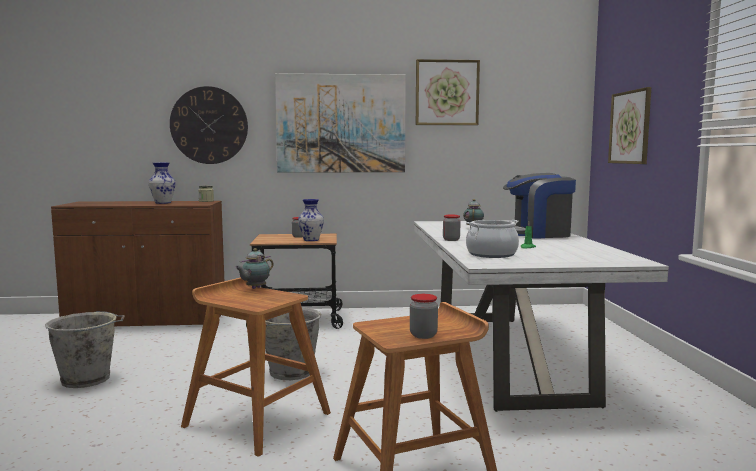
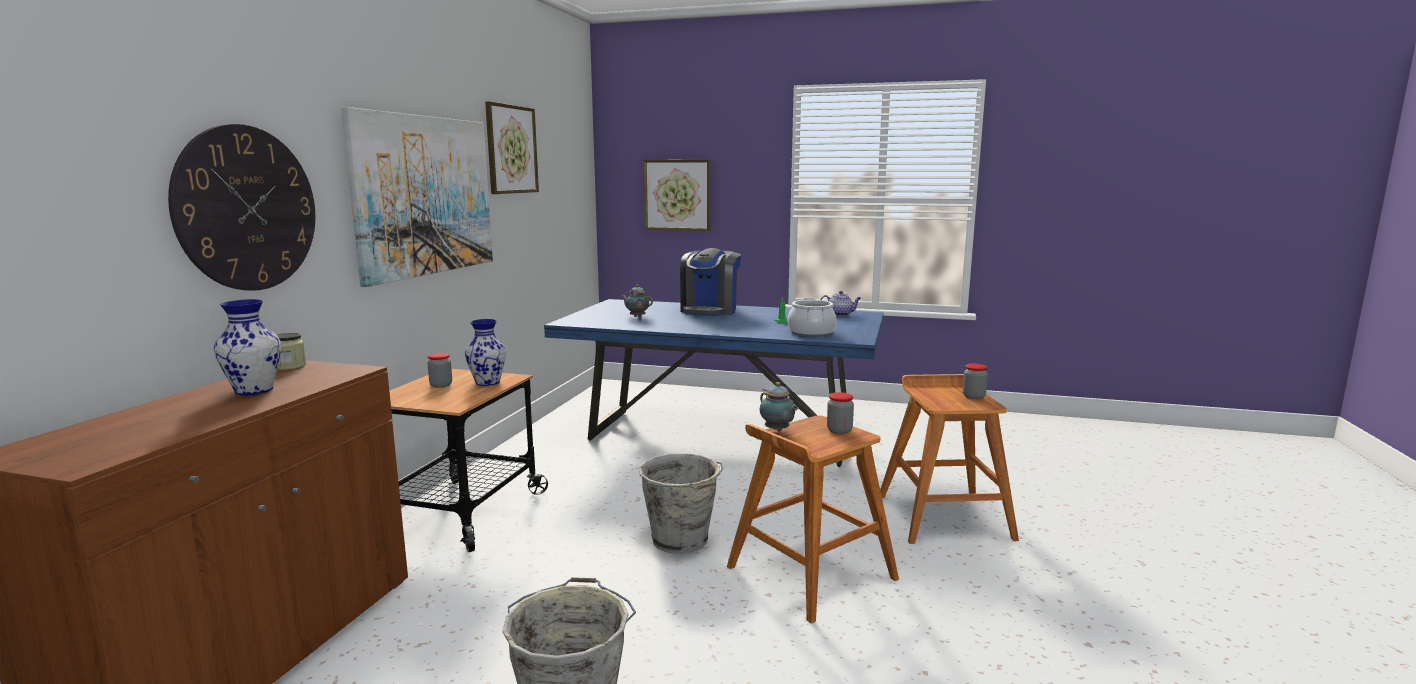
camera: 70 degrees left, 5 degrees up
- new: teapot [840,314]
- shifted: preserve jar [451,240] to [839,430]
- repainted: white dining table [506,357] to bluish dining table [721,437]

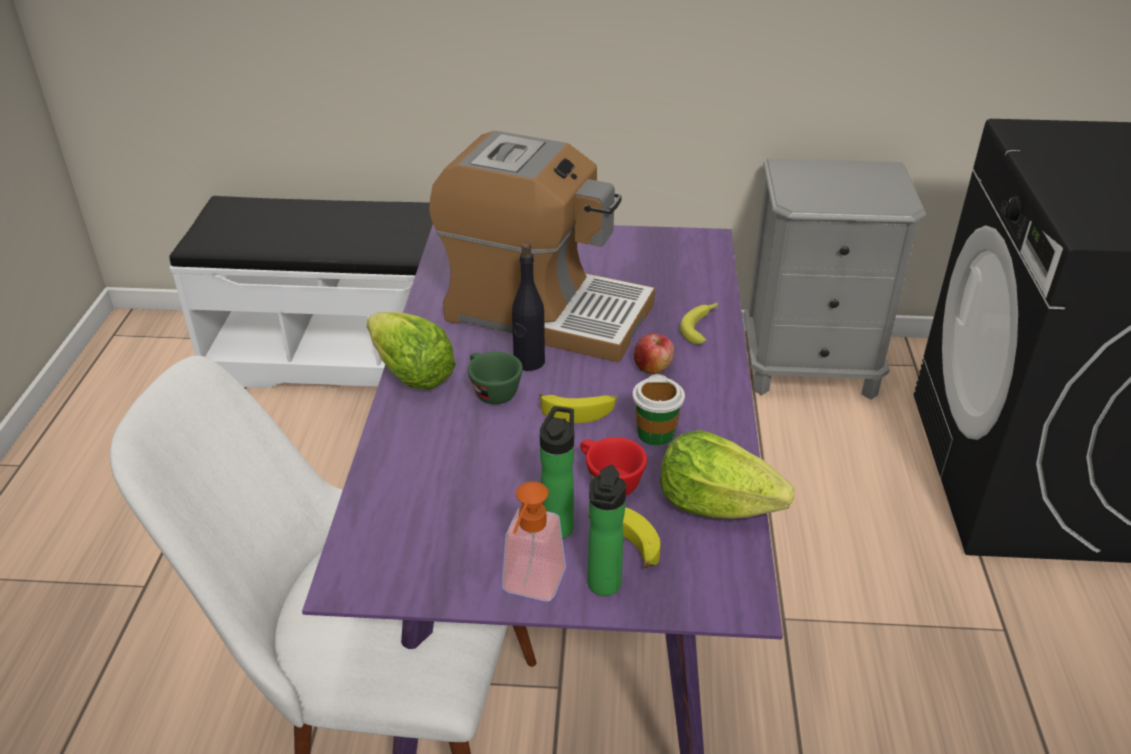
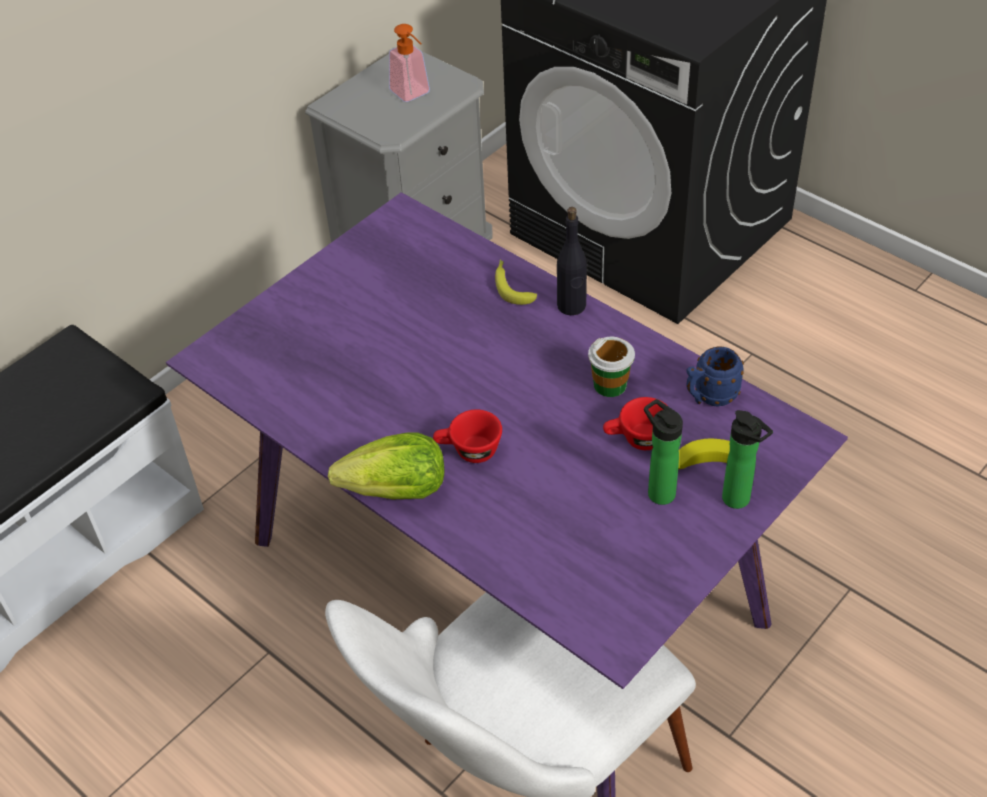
camera: 50 degrees left, 10 degrees up
- gone: coffee maker [545,312]
- gone: banana [579,411]
- gone: apple fruit [653,367]
- shifted: liquid soap bottle [530,588] to [413,95]
- shifted: black-coloured beverage bottle [529,362] to [571,306]
- swapped: lettuce head [715,504] to bluish mug [709,397]
- repainted: greenish cup [491,391] to reddish cup [469,451]

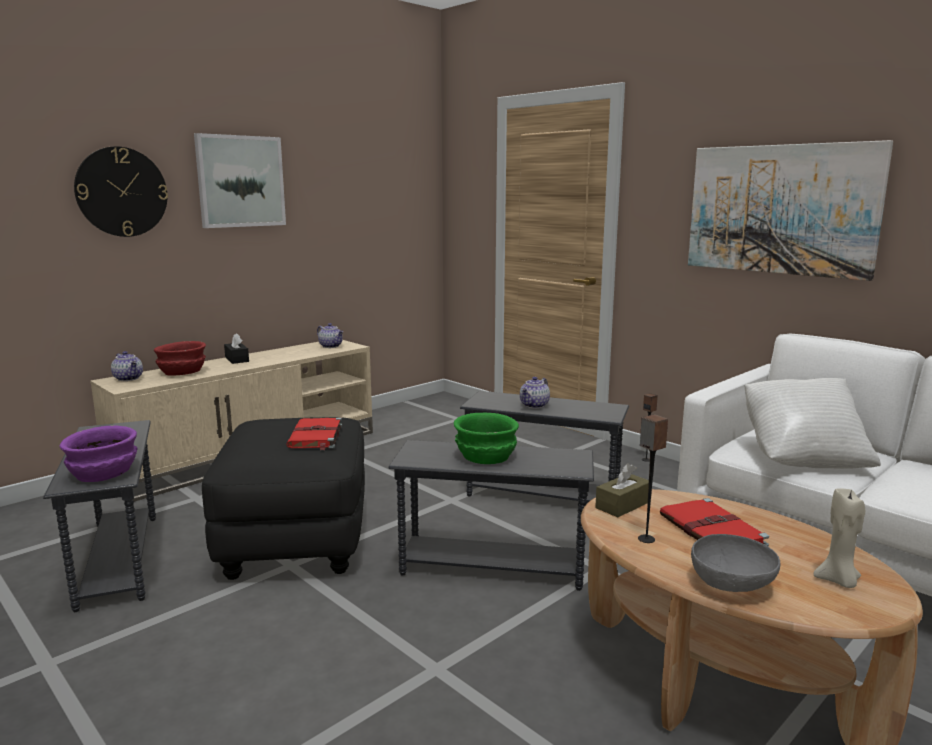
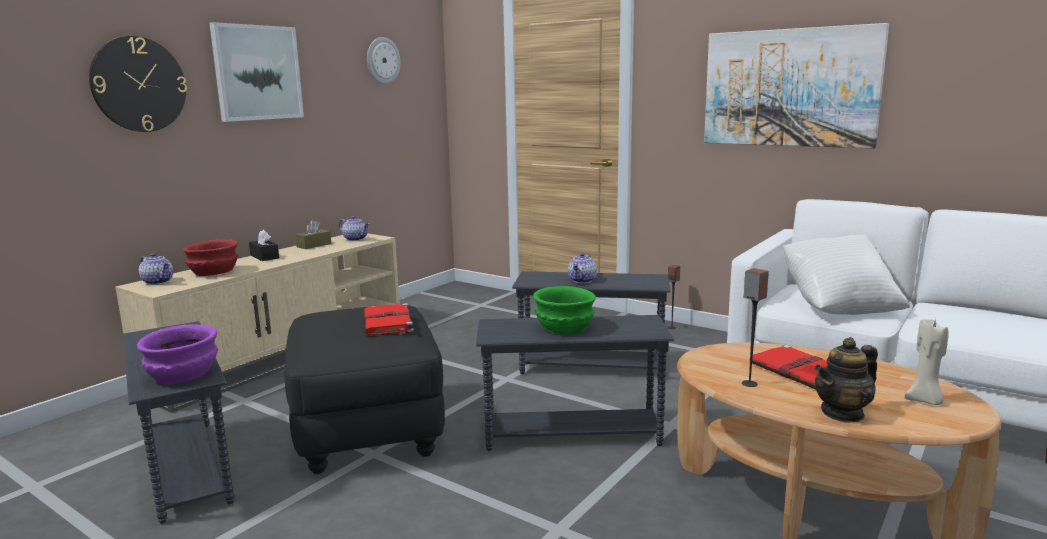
camera: 10 degrees left, 0 degrees up
- new: hanging clock [382,60]
- shifted: brown-coloured tissue box [622,505] to [314,245]
- swapped: gray bowl [732,585] to teapot [843,413]

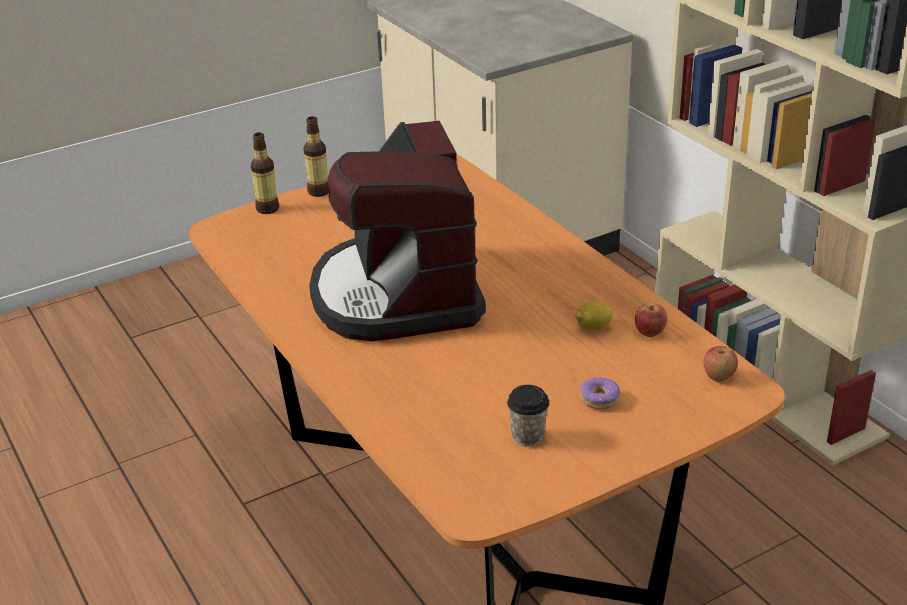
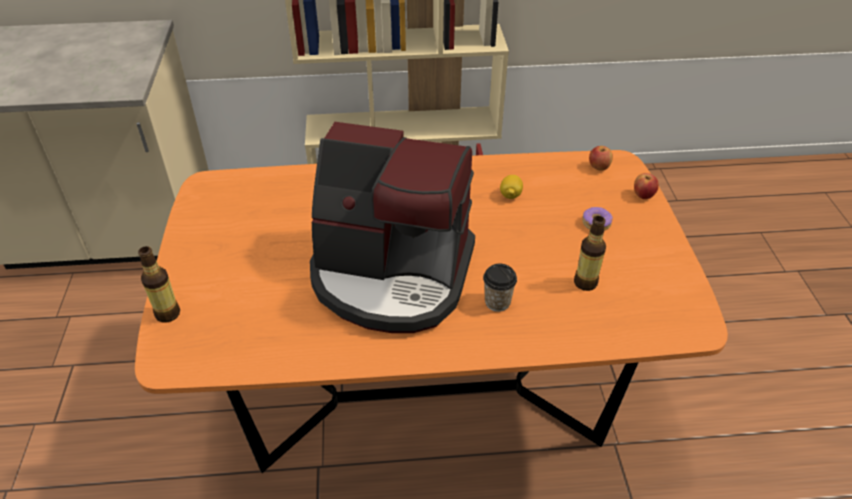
camera: 65 degrees left, 10 degrees up
- shifted: beverage bottle [319,192] to [585,283]
- shifted: cup [528,436] to [497,302]
- shifted: apple fruit [650,333] to [643,195]

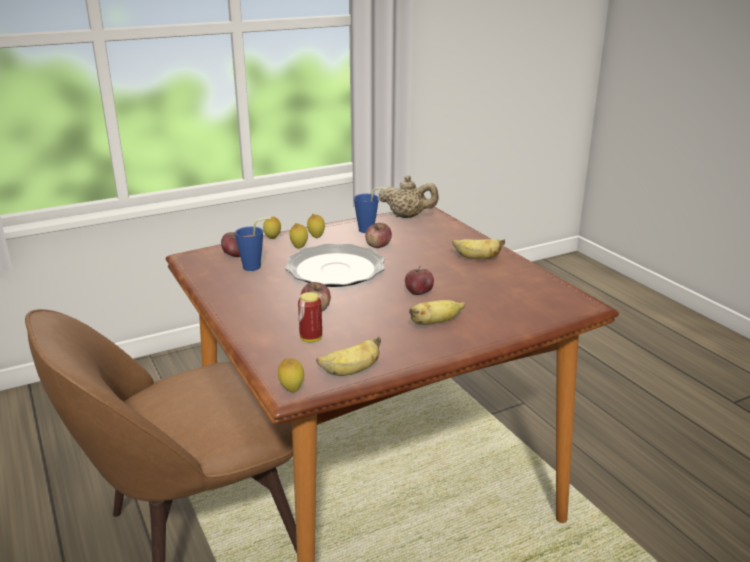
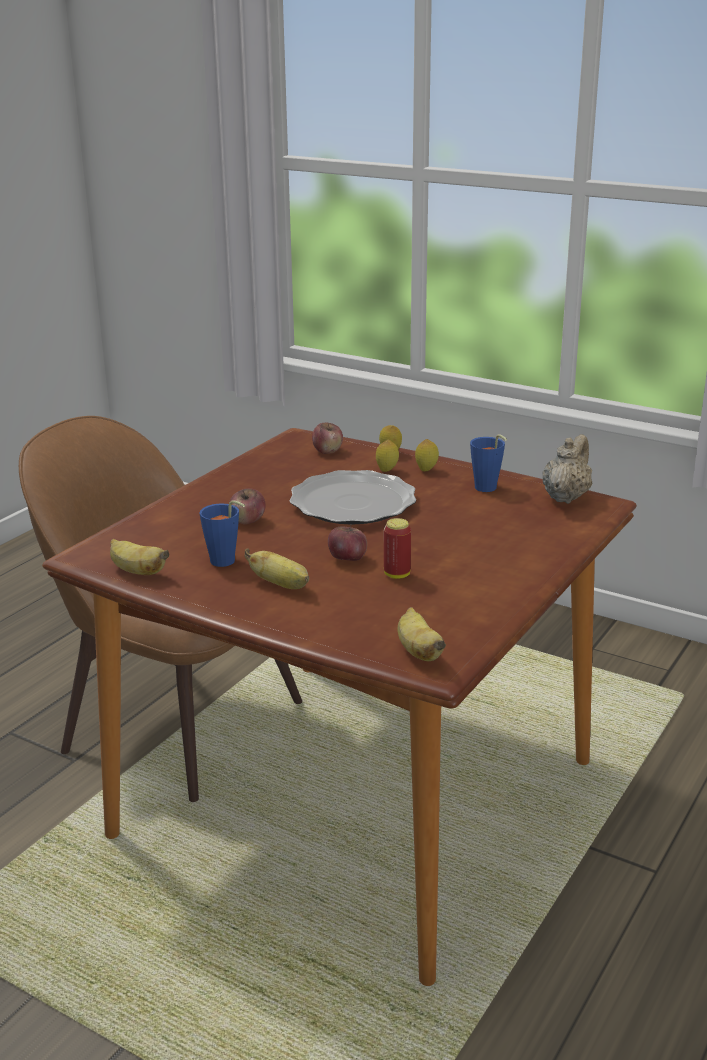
camera: 60 degrees right, 0 degrees up
- gone: whole lemon [291,389]
- gone: apple fruit [378,246]
- shifted: bluish cup [256,267] to [226,563]
- shifted: sealed can [311,339] to [397,575]
- shifted: banana [476,258] to [418,651]
- rotated: beige-coloured teapot [407,216] = [566,497] 135 degrees counterclockwise

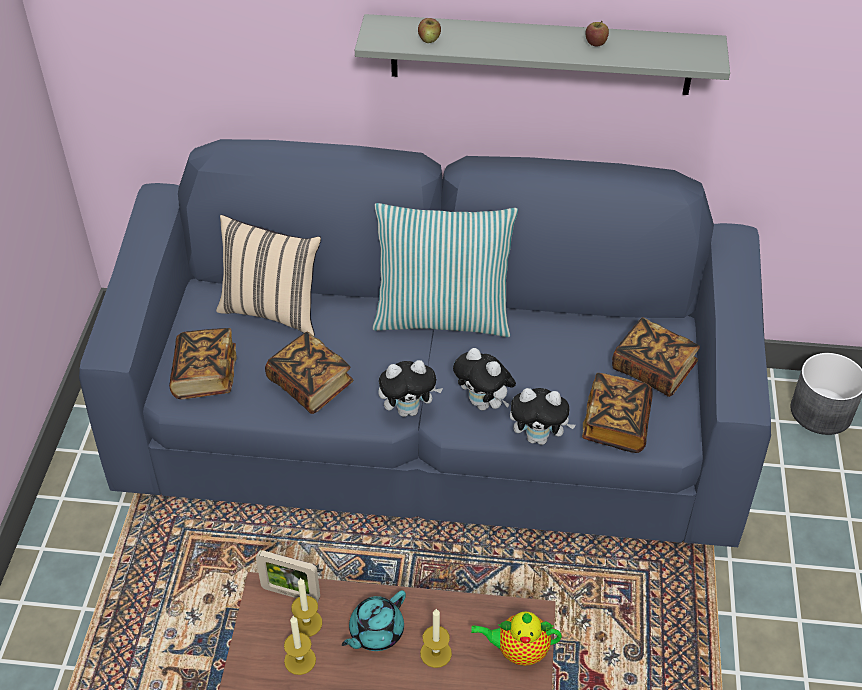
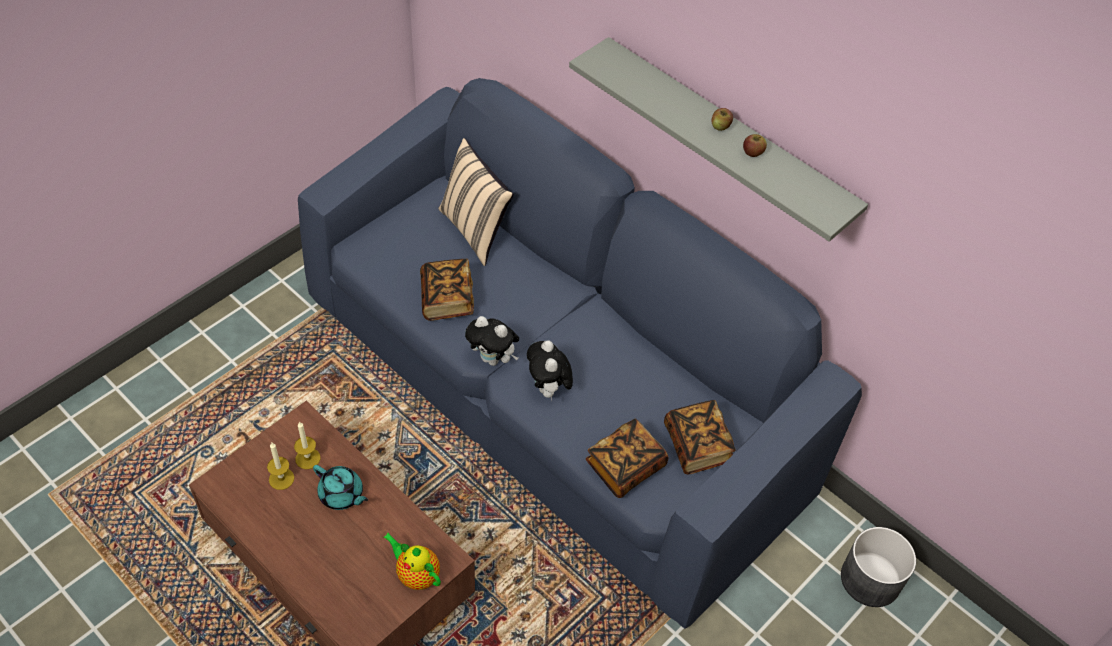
camera: 35 degrees right, 5 degrees up
- gone: book [205,375]
- gone: picture frame [290,593]
- gone: pillow [442,317]
- gone: wax candle [436,653]
- gone: plush toy [539,437]
- shifted: apple fruit [429,39] to [720,126]
- rotated: blue-green teapot [375,632] = [342,495] 135 degrees counterclockwise

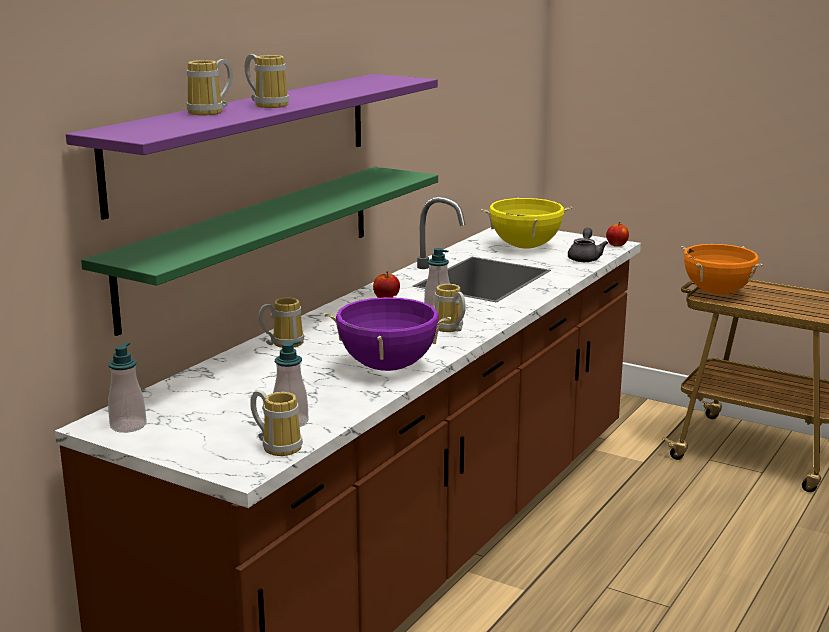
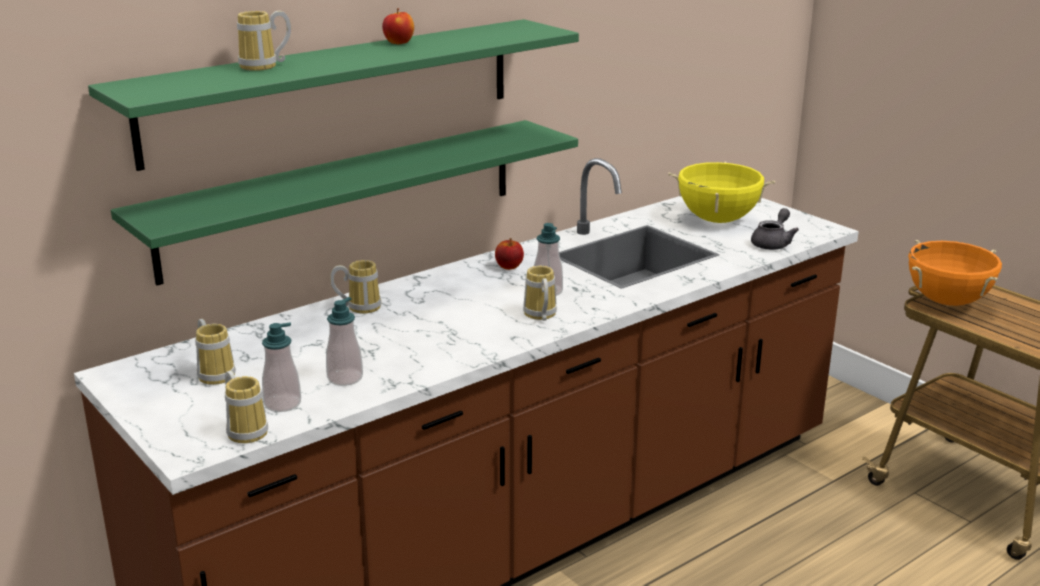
camera: 20 degrees right, 5 degrees up
- gone: purple saucepot [387,367]
- shifted: liquid soap bottle [128,426] to [345,378]
- shifted: mug [269,105] to [216,374]
- shifted: apple fruit [616,245] to [399,43]
- repainted: purple shelf [246,138] to greenish shelf [335,89]

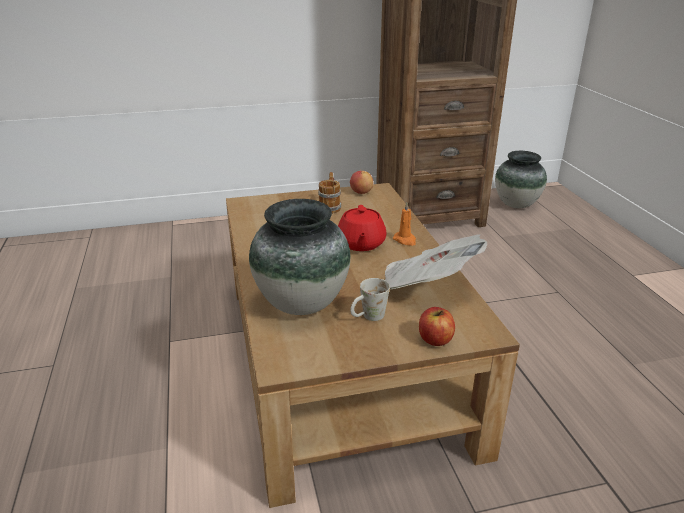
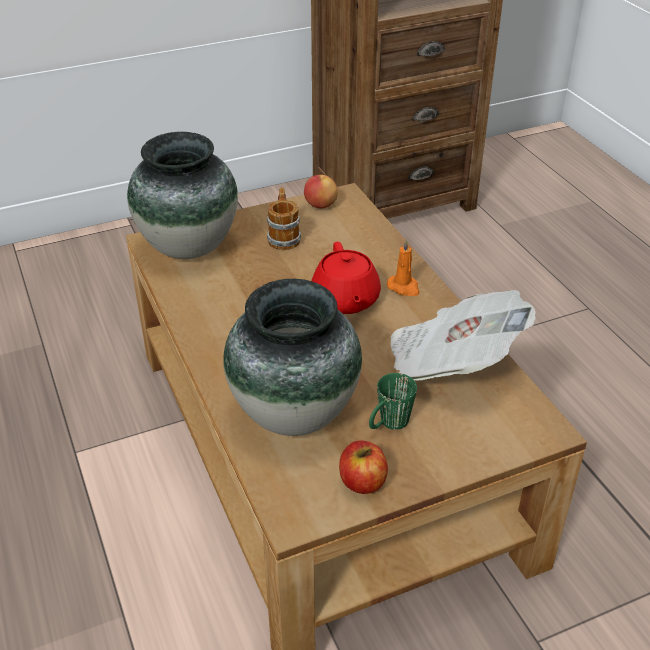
camera: 10 degrees left, 10 degrees up
- shifted: apple fruit [435,339] to [362,482]
- shifted: vase [516,204] to [189,246]
- repainted: white mug [368,317] to greenish mug [388,425]

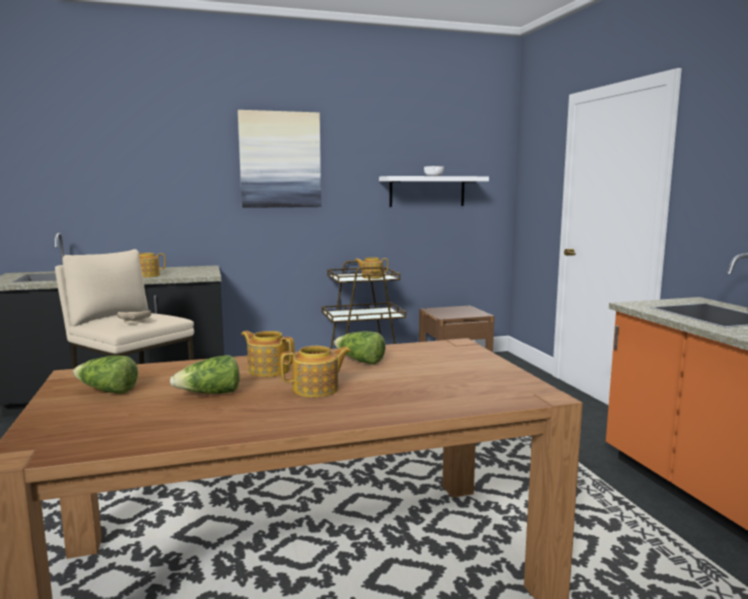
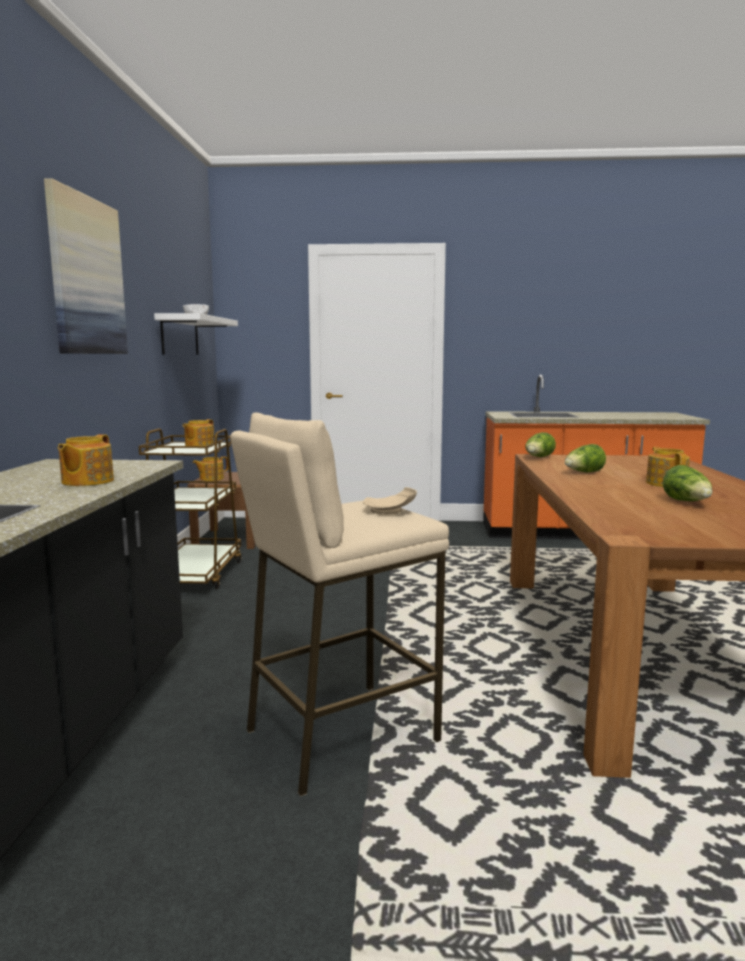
camera: 70 degrees left, 0 degrees up
- shifted: lettuce head [107,391] to [538,458]
- shifted: teapot [268,370] to [211,478]

